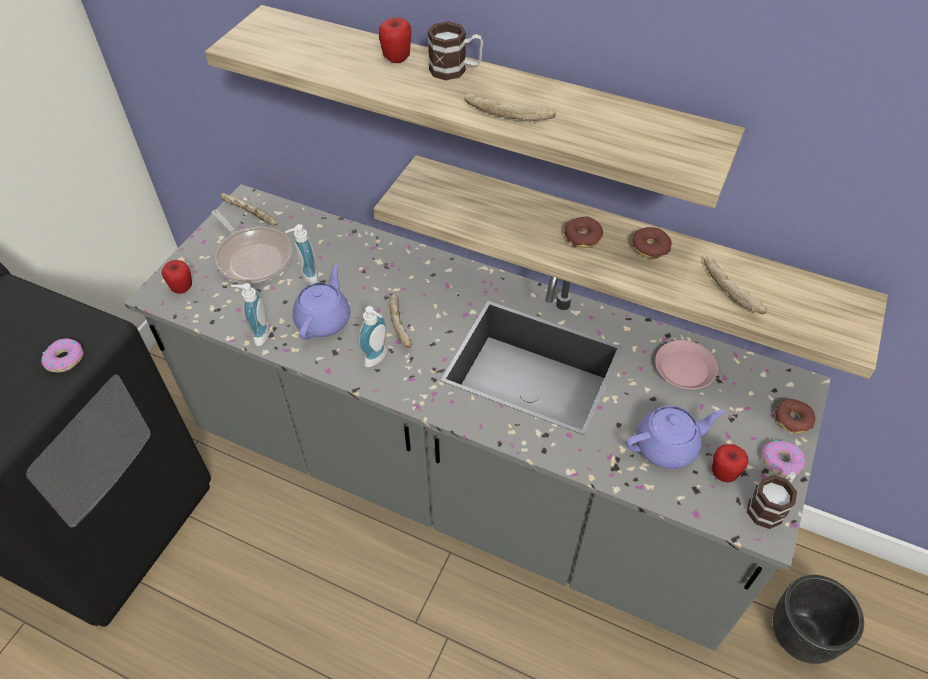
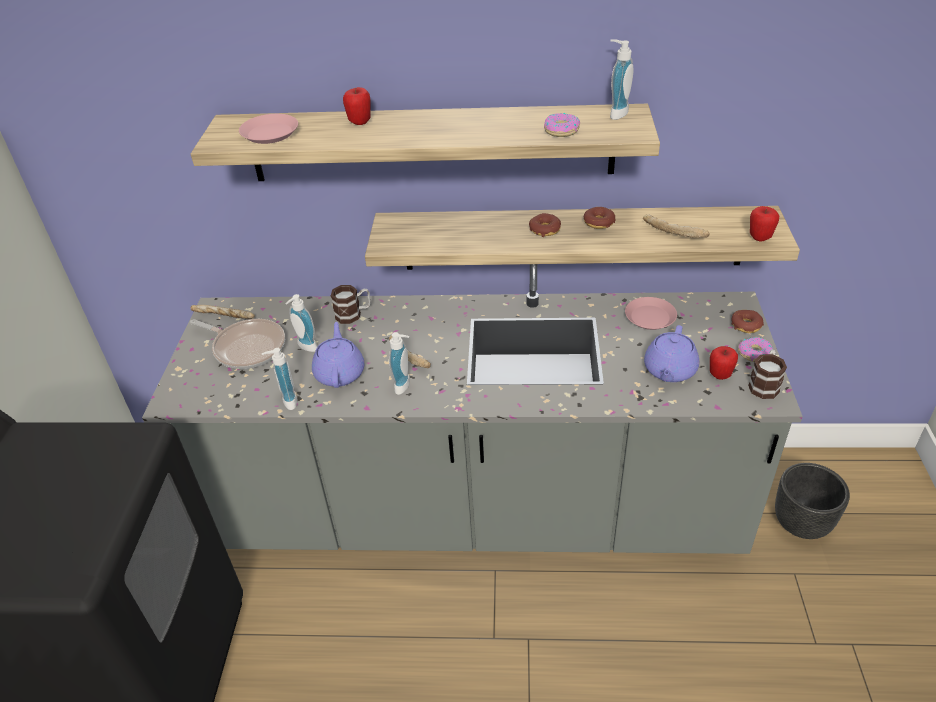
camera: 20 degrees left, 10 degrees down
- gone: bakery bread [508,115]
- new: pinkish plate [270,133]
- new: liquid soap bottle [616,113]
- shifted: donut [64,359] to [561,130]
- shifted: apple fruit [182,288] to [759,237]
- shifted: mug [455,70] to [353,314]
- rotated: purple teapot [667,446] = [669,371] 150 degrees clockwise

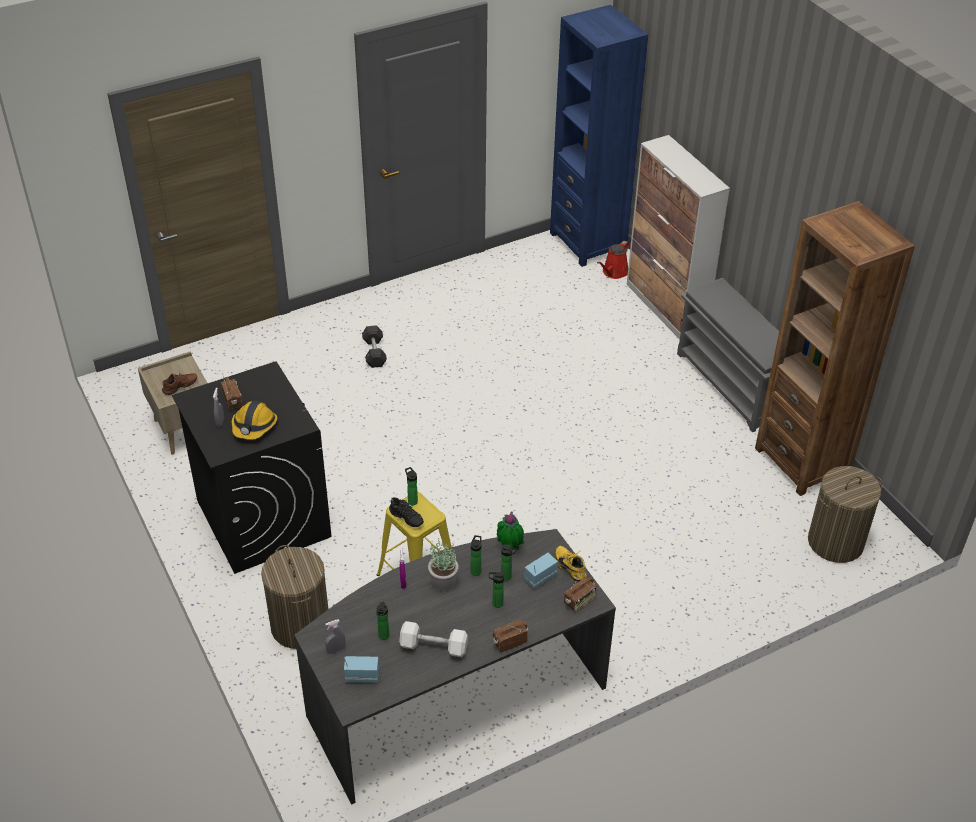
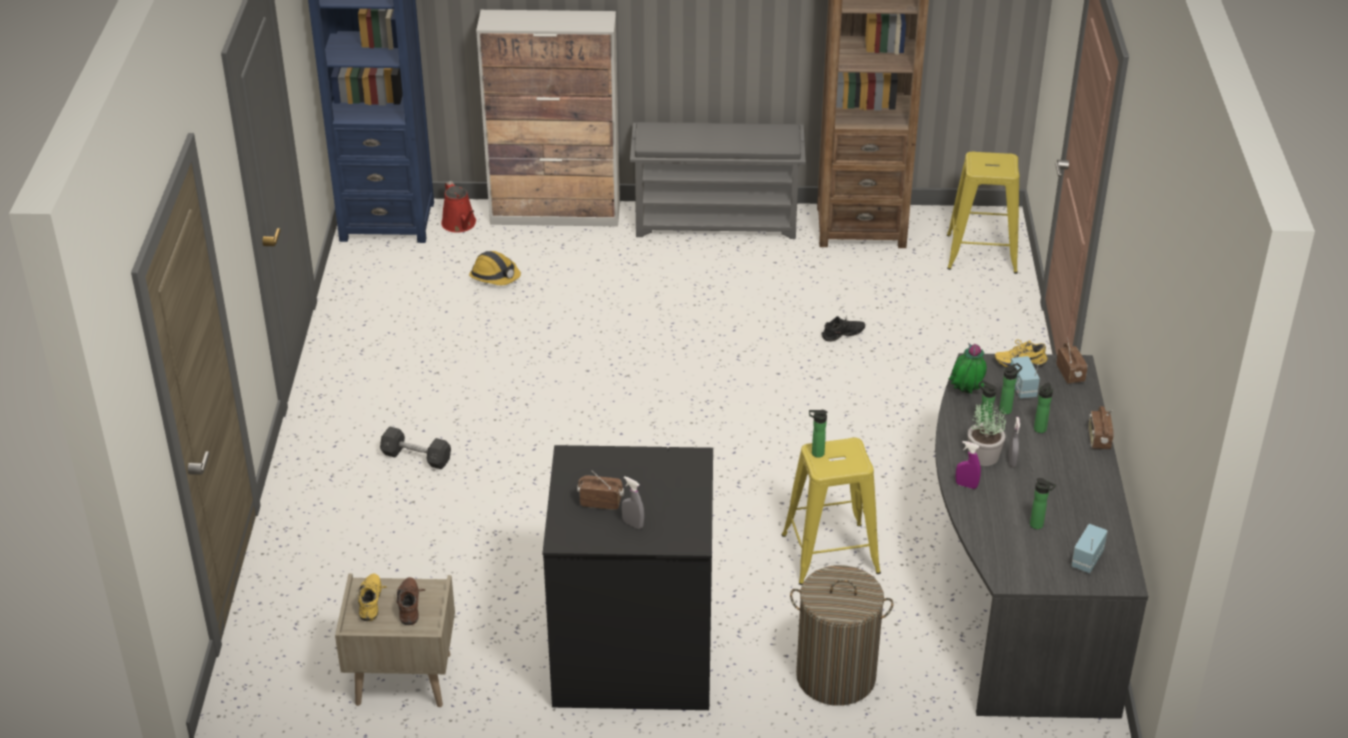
camera: 60 degrees left, 5 degrees down
- gone: white free weight [434,646]
- new: yellow item of footwear [372,603]
- shifted: safety helmet [254,426] to [495,277]
- shifted: gray sprayer [336,650] to [1012,461]
- shifted: black-coloured item of footwear [405,519] to [843,336]
- swapped: laundry basket [835,542] to yellow sitting stool [981,254]

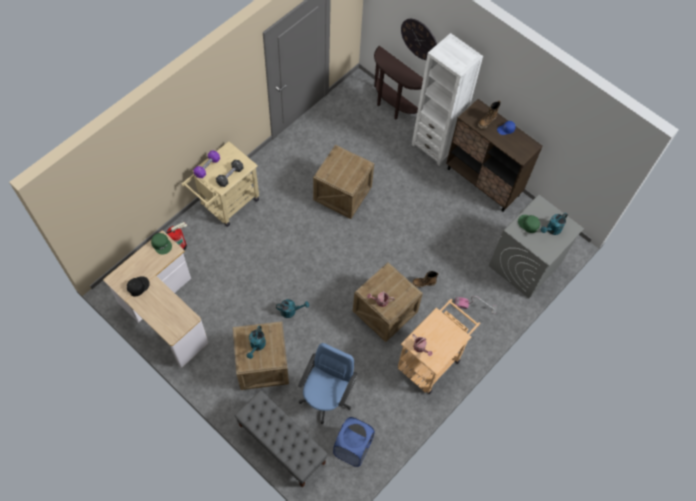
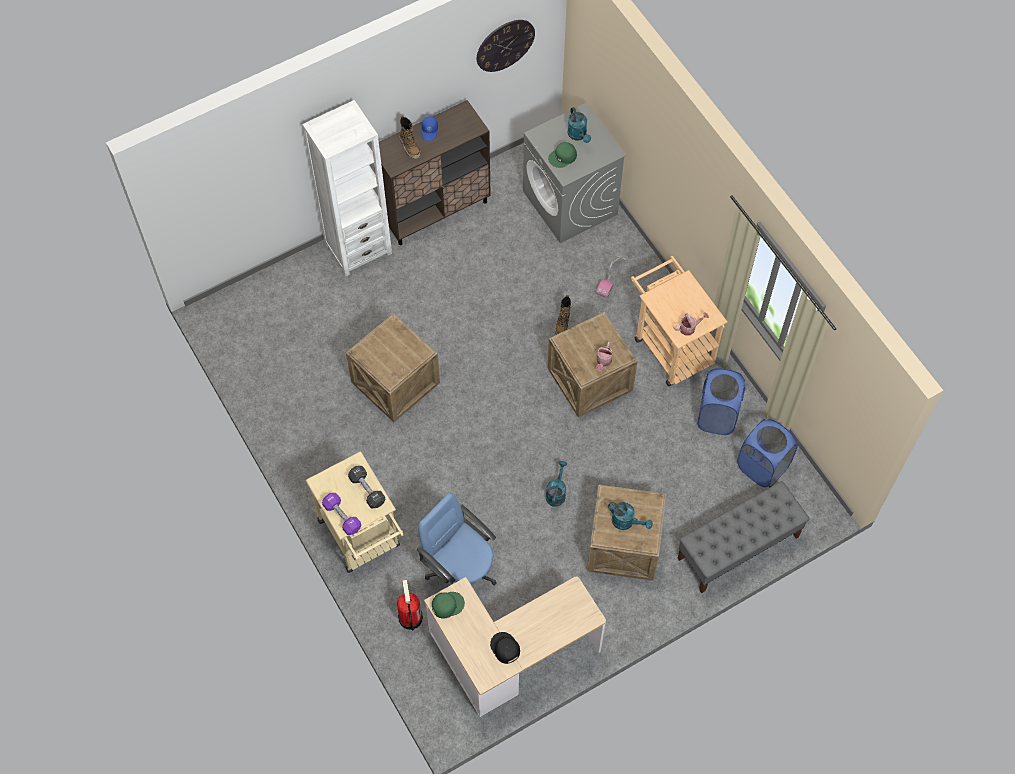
camera: 70 degrees left, 0 degrees up
- gone: brown-coloured narrow table [393,107]
- new: bluish laundry basket [717,416]
- shifted: bluish desk chair [326,397] to [461,569]
- shifted: hanging clock [419,39] to [505,45]

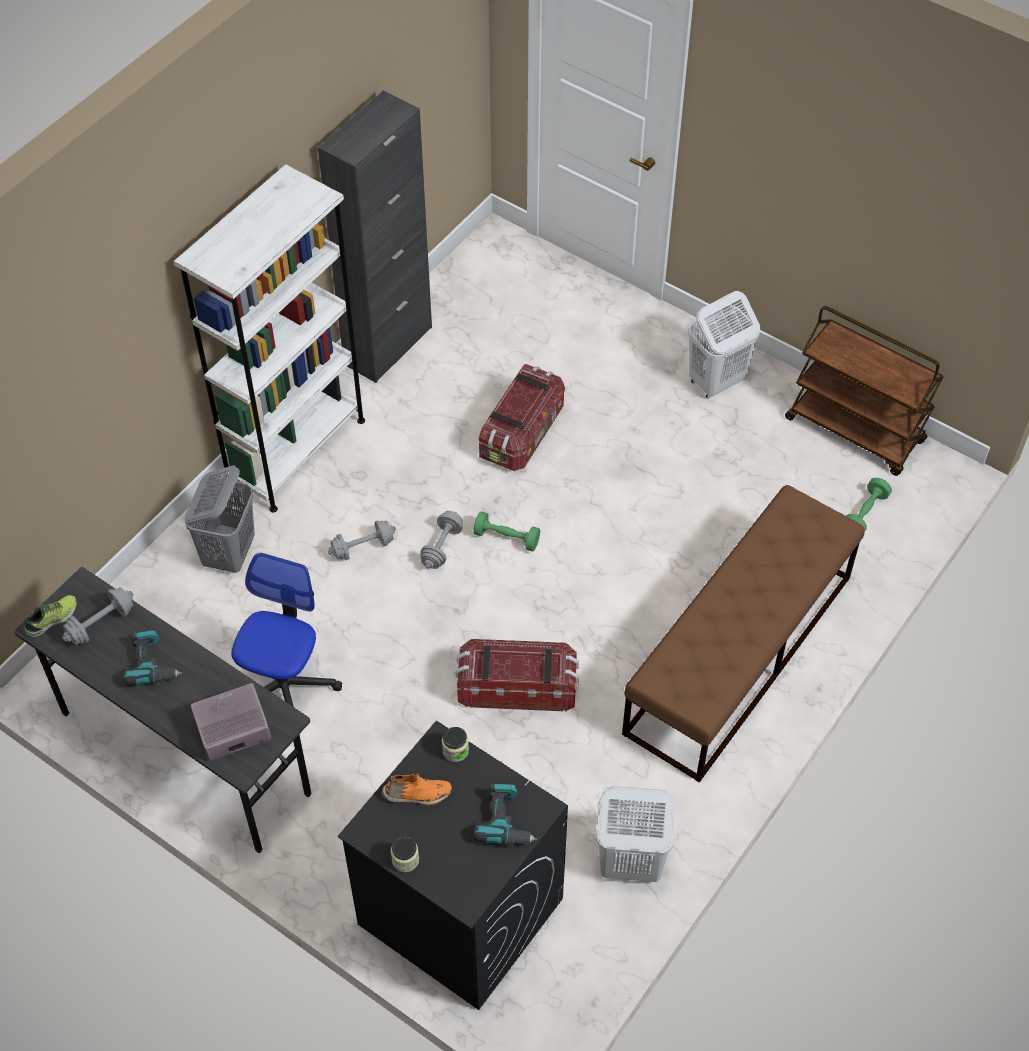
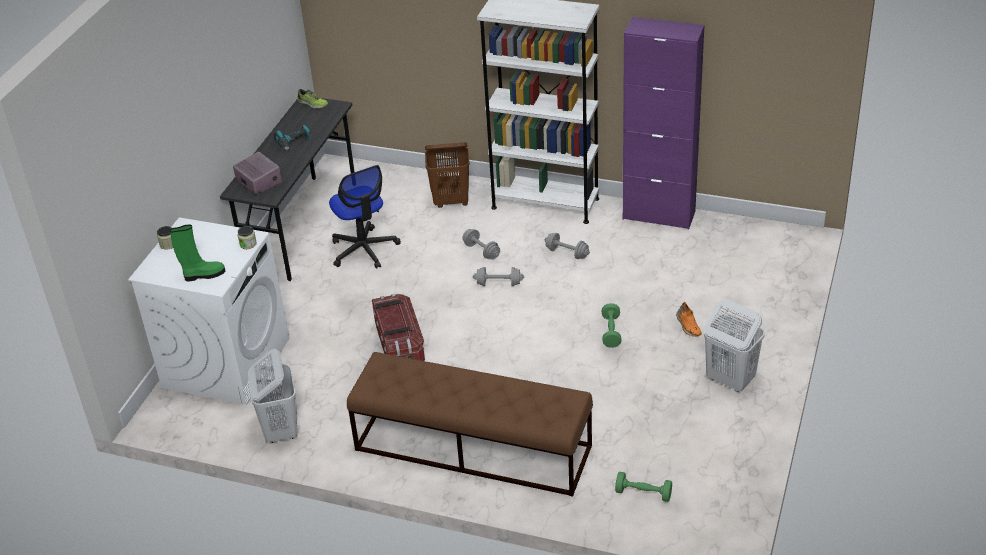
camera: 75 degrees right, 15 degrees down
- gone: storage bin [522,433]
- gone: brown-coloured trolley [856,430]
- shifted: gray free weight [101,624] to [567,253]
- shifted: orangey item of footwear [417,794] to [688,326]
- shifted: greenish free weight [506,538] to [611,332]
- swapped: drill [506,821] to greenish tall boot [203,275]
- repainted: gray laundry basket [230,553] to brown-coloured laundry basket [451,201]
- repainted: black-coloured cupboard [388,346] to purple cupboard [659,215]
- repainted: black-coloured laundry machine [459,911] to white laundry machine [226,362]
- rotated: desk chair [285,685] = [364,249] 60 degrees clockwise

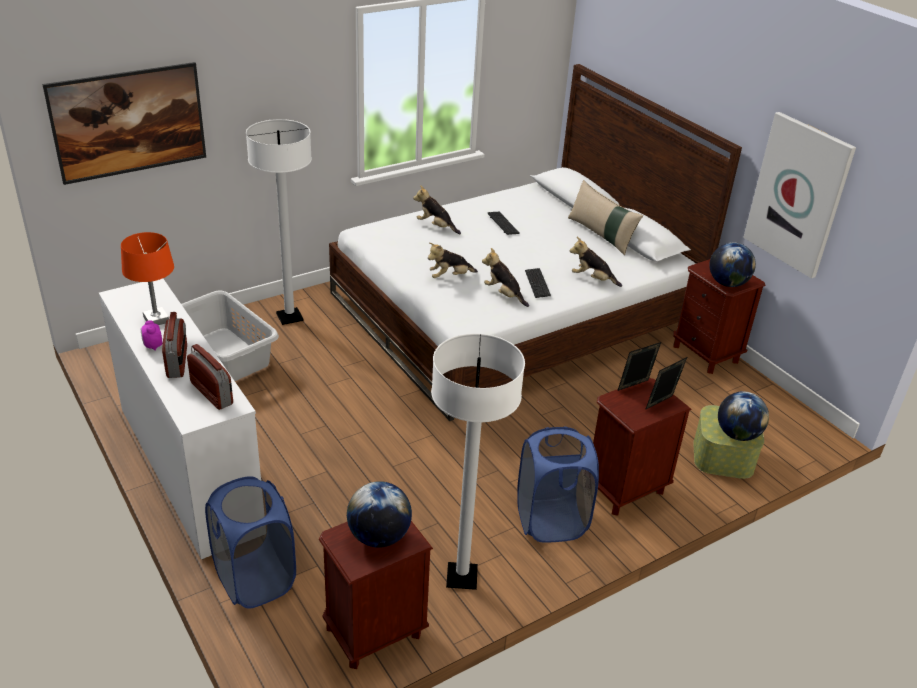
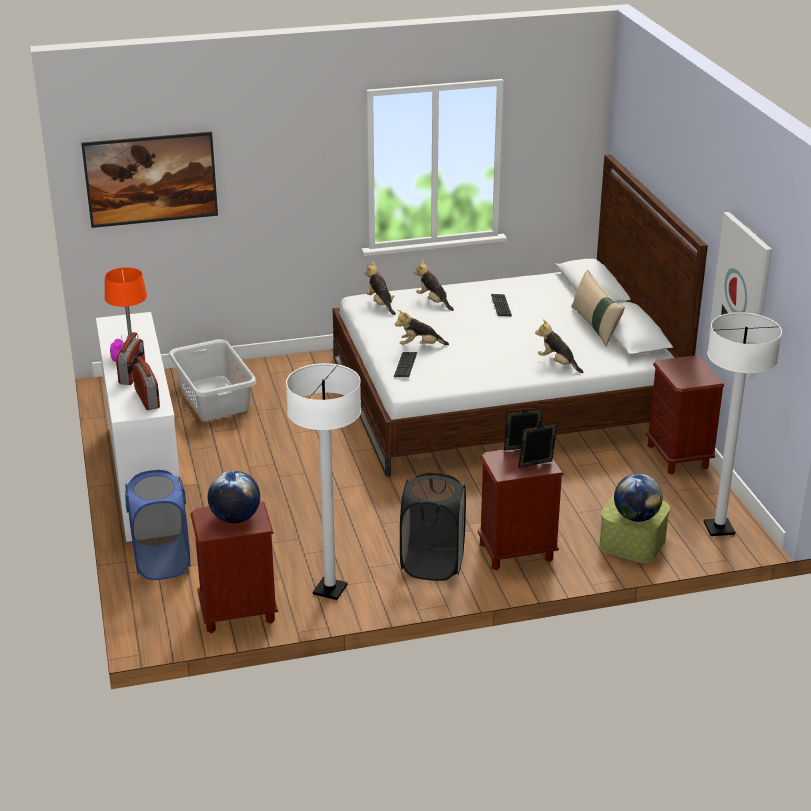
camera: 20 degrees right, 5 degrees down
- gone: world globe [727,283]
- shifted: white standing lamp [289,317] to [719,528]
- shifted: plush toy [504,294] to [380,304]
- shifted: PC keyboard [537,284] to [405,365]
- repainted: bluish laundry basket [551,521] to black-coloured laundry basket [432,564]

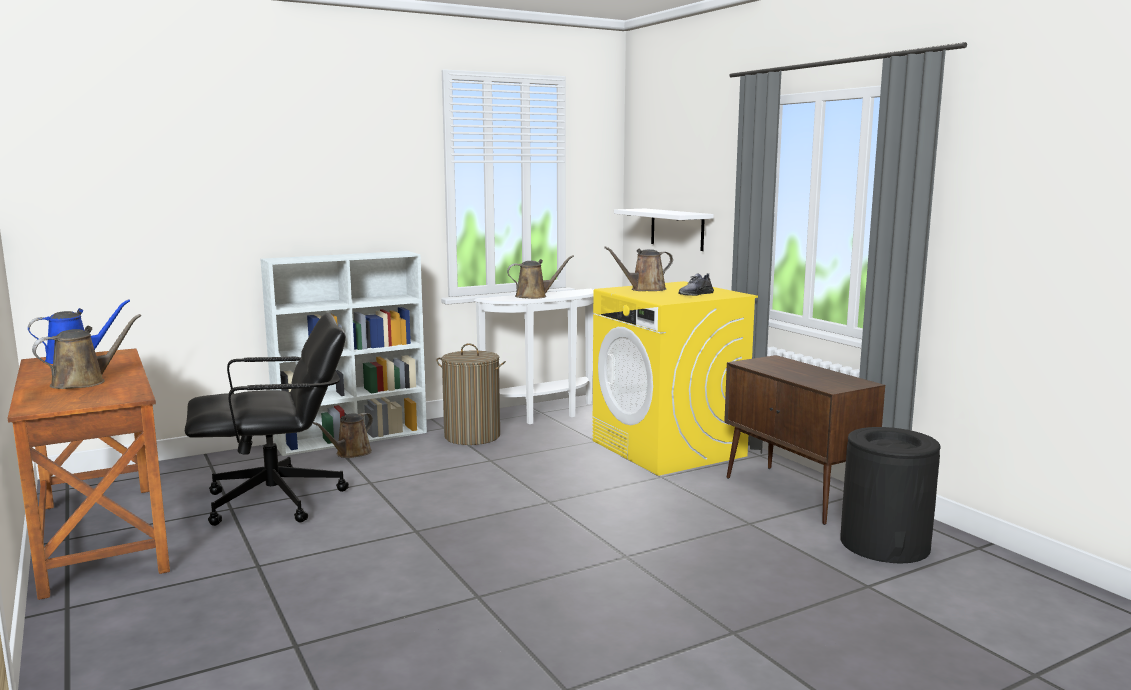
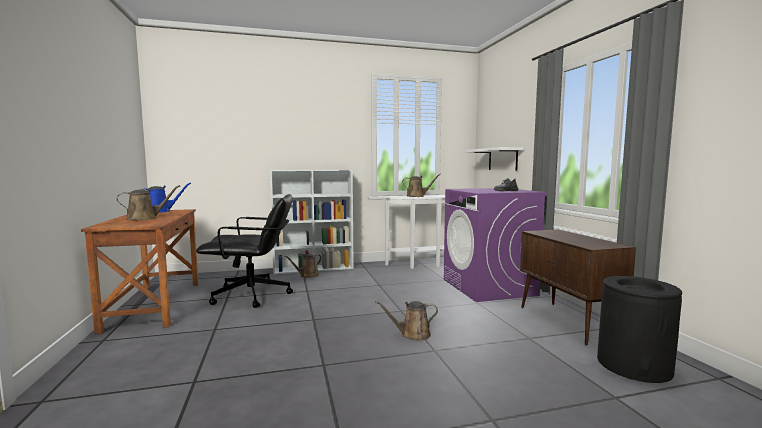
camera: 15 degrees right, 5 degrees down
- gone: laundry basket [472,436]
- shifted: brown-coloured watering pot [645,289] to [412,334]
- repainted: yellow laundry machine [668,448] to purple laundry machine [489,287]

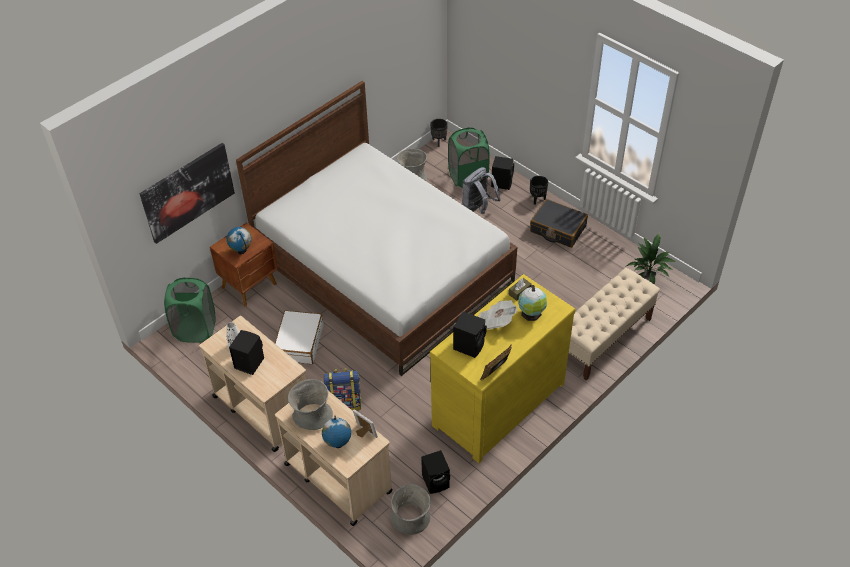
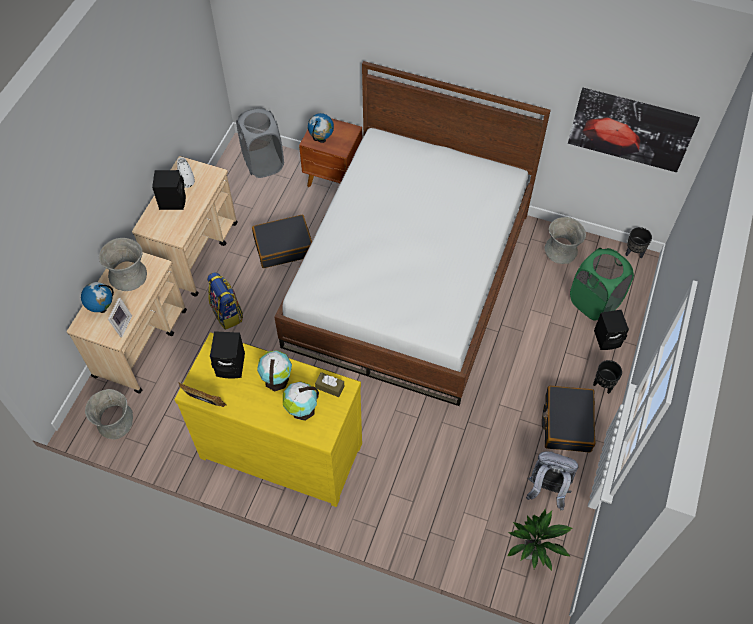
camera: 65 degrees right, 10 degrees up
- gone: black-coloured audio speaker [436,481]
- gone: beige-coloured long seat [603,339]
- shifted: wall art [187,192] to [631,129]
- shifted: gray knapsack [478,208] to [546,489]
- swapped: newspaper [496,321] to world globe [276,379]
- repainted: greenish laundry basket [195,329] to gray laundry basket [263,162]
- repainted: white travel case [299,343] to black-coloured travel case [283,246]

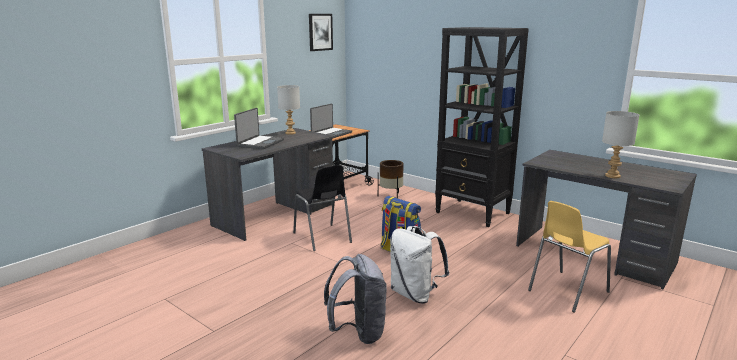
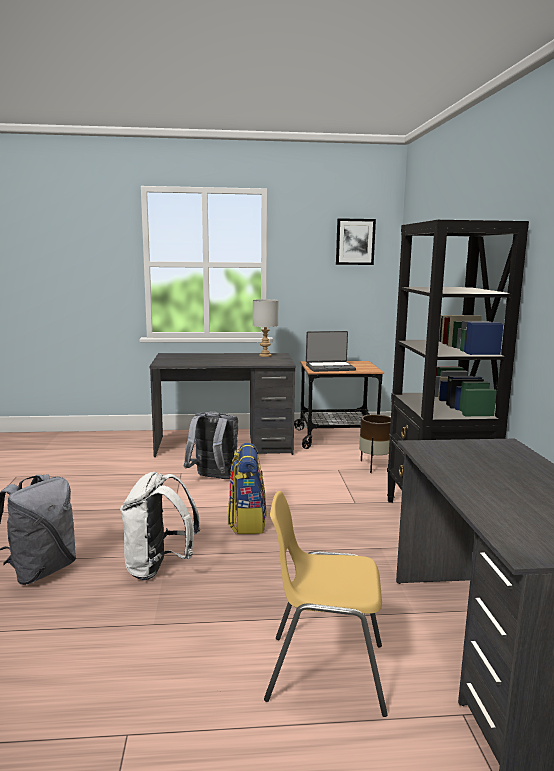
camera: 45 degrees right, 5 degrees down
- gone: portable computer [260,143]
- gone: gray lamp for a table [613,176]
- swapped: black-coloured chair [322,238] to gray knapsack [213,479]

